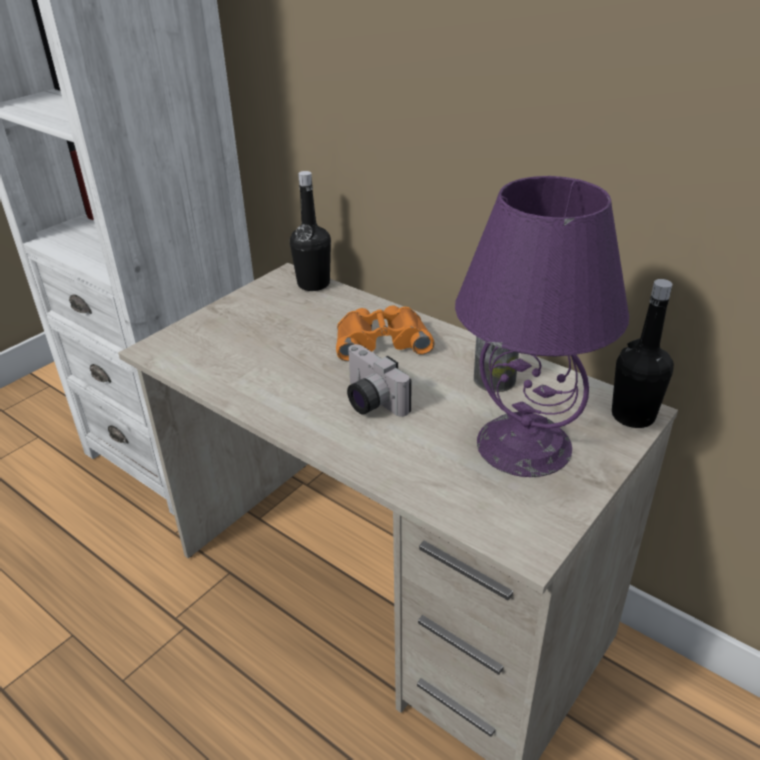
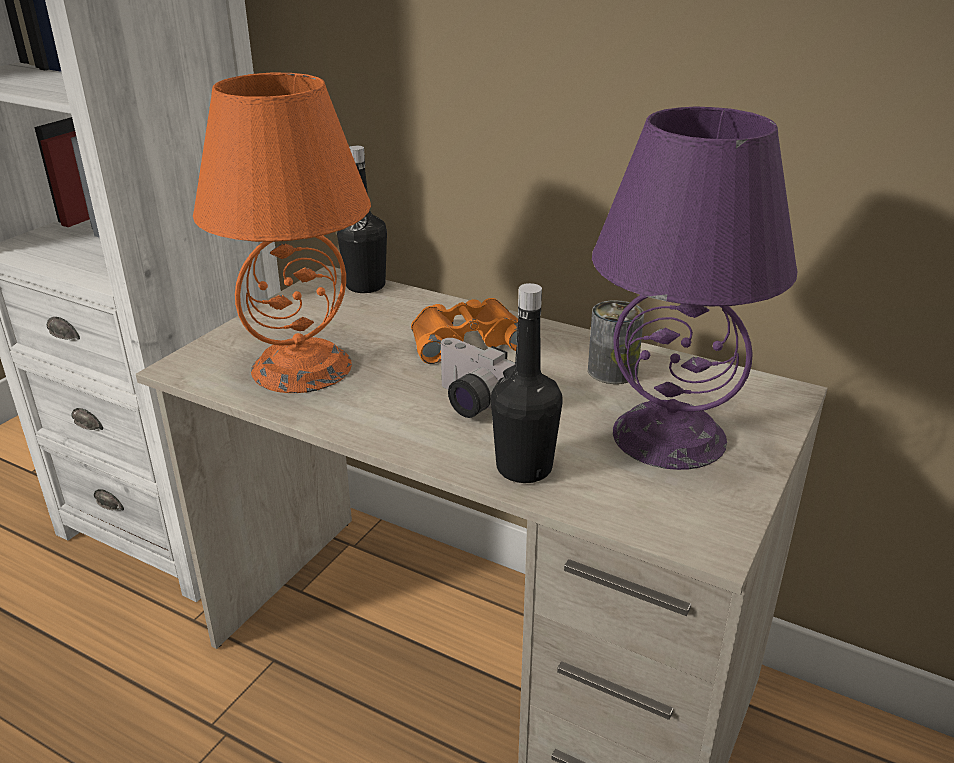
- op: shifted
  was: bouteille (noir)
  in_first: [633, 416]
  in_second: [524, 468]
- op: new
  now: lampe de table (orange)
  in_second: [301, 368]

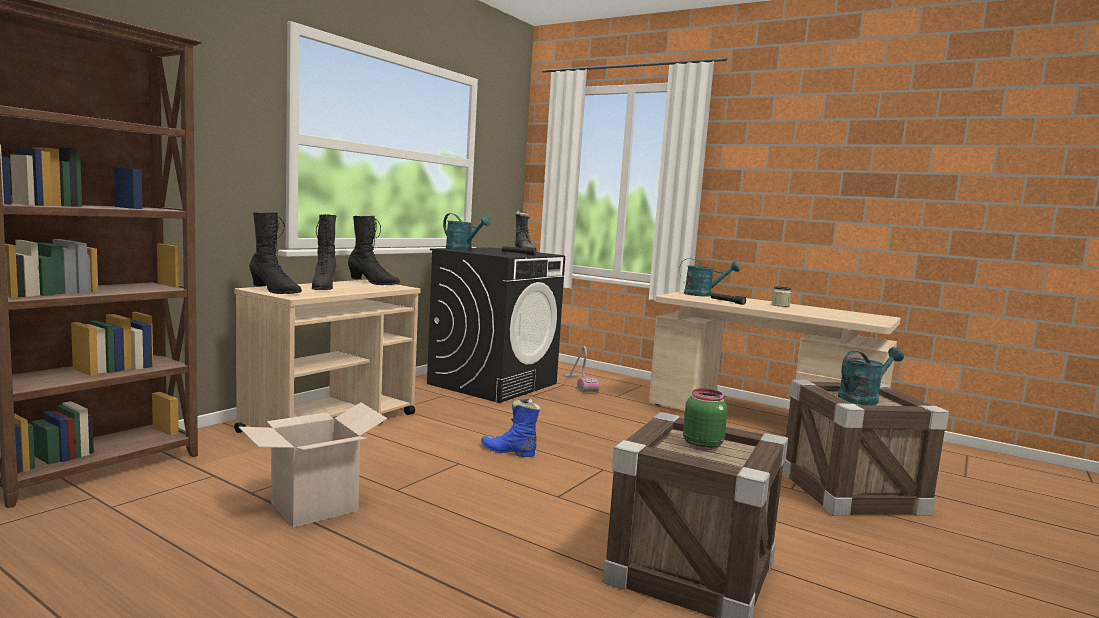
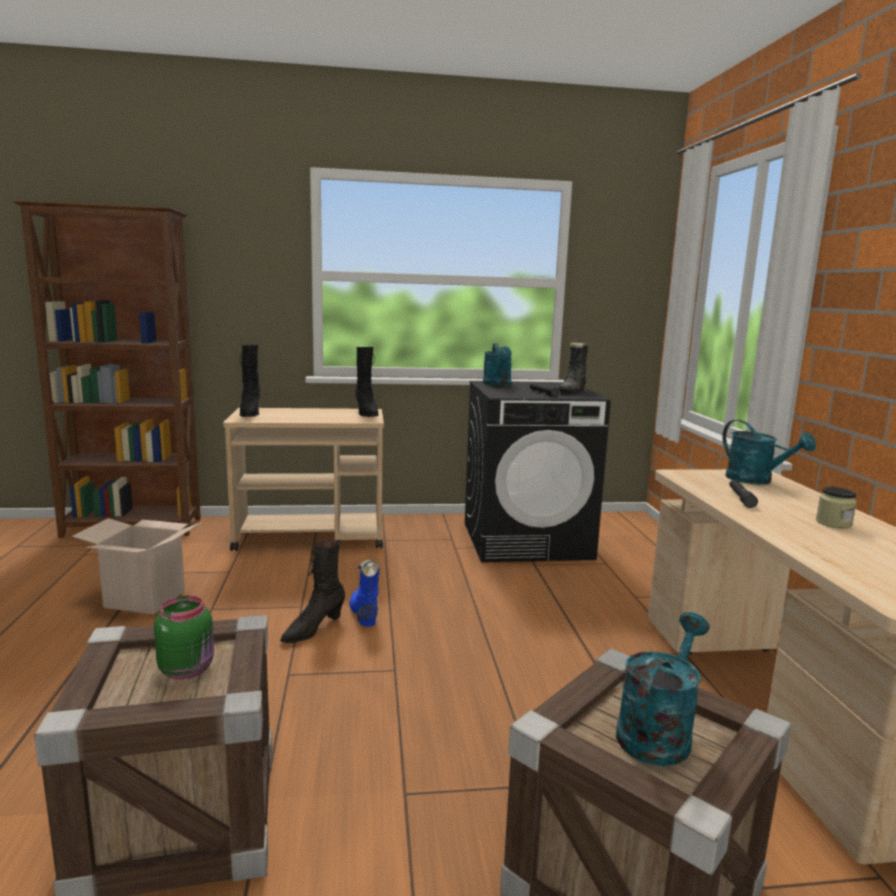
- op: shifted
  was: botte (noir)
  in_first: [323, 287]
  in_second: [313, 629]
- op: gone
  was: aspirateur
  in_first: [579, 384]
- op: rotated
  was: arrosoir (turquoise)
  in_first: [863, 399]
  in_second: [658, 731]
  clockwise: -75

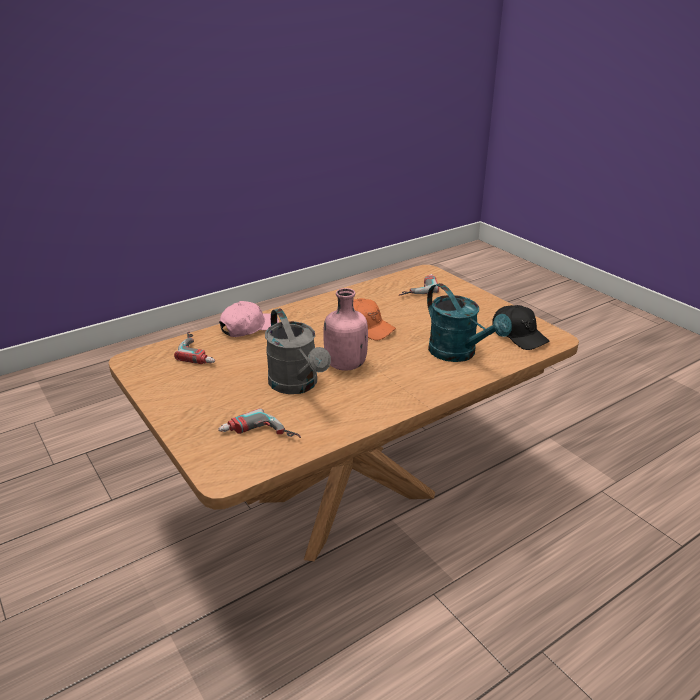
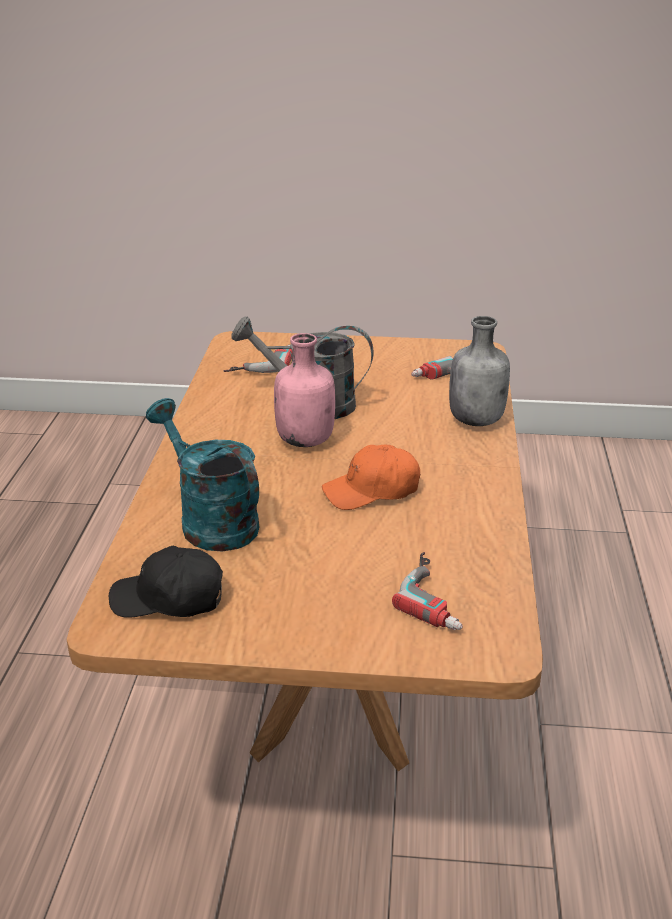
- op: rotated
  was: arrosoir (turquoise)
  in_first: [459, 354]
  in_second: [210, 521]
  clockwise: 45
- op: swapped
  was: casquette (rose)
  now: bouteille (gris)
  in_first: [249, 327]
  in_second: [477, 420]

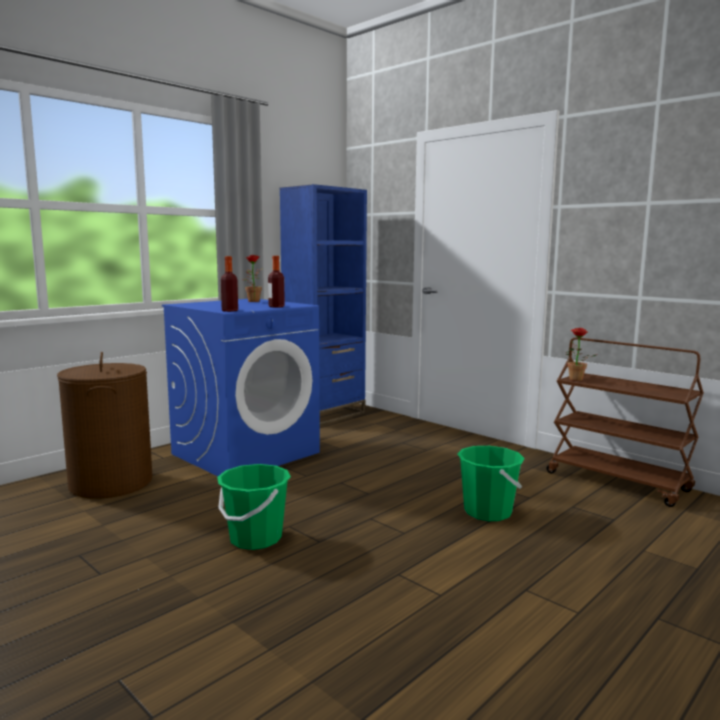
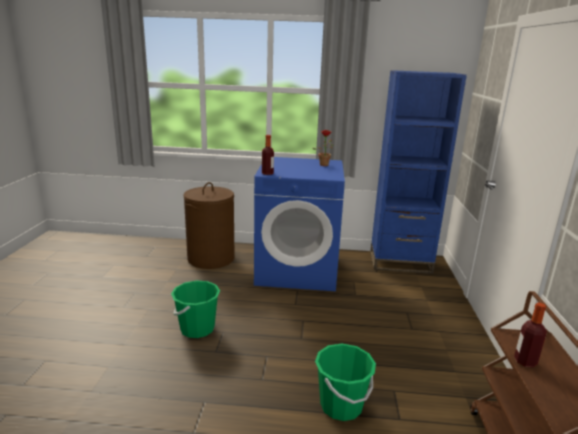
- op: shifted
  was: bouteille
  in_first: [276, 306]
  in_second: [525, 361]
- op: gone
  was: plante en pot
  in_first: [575, 380]

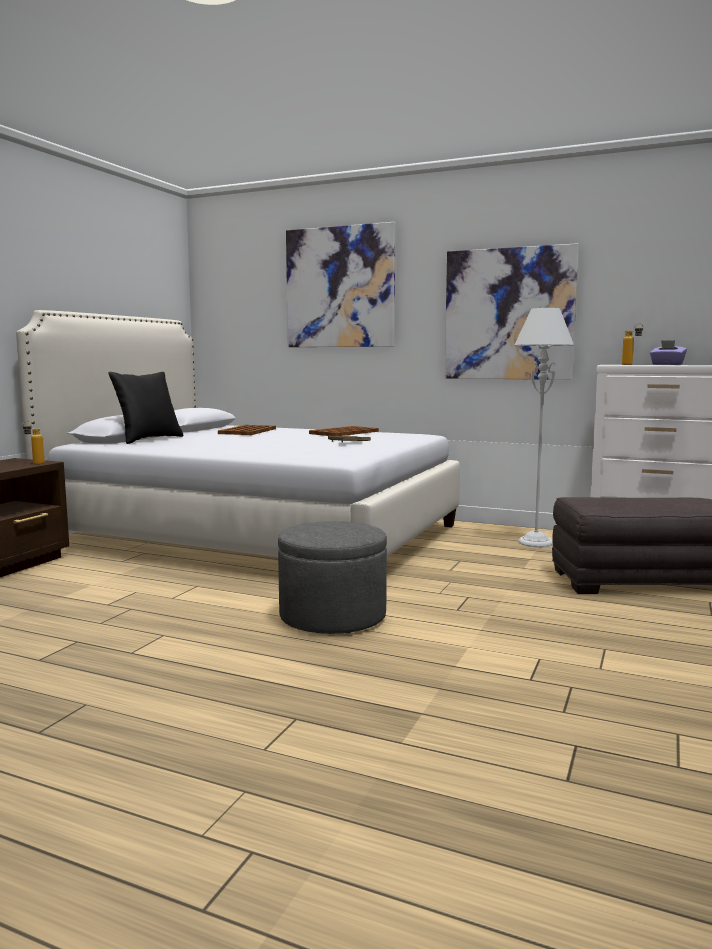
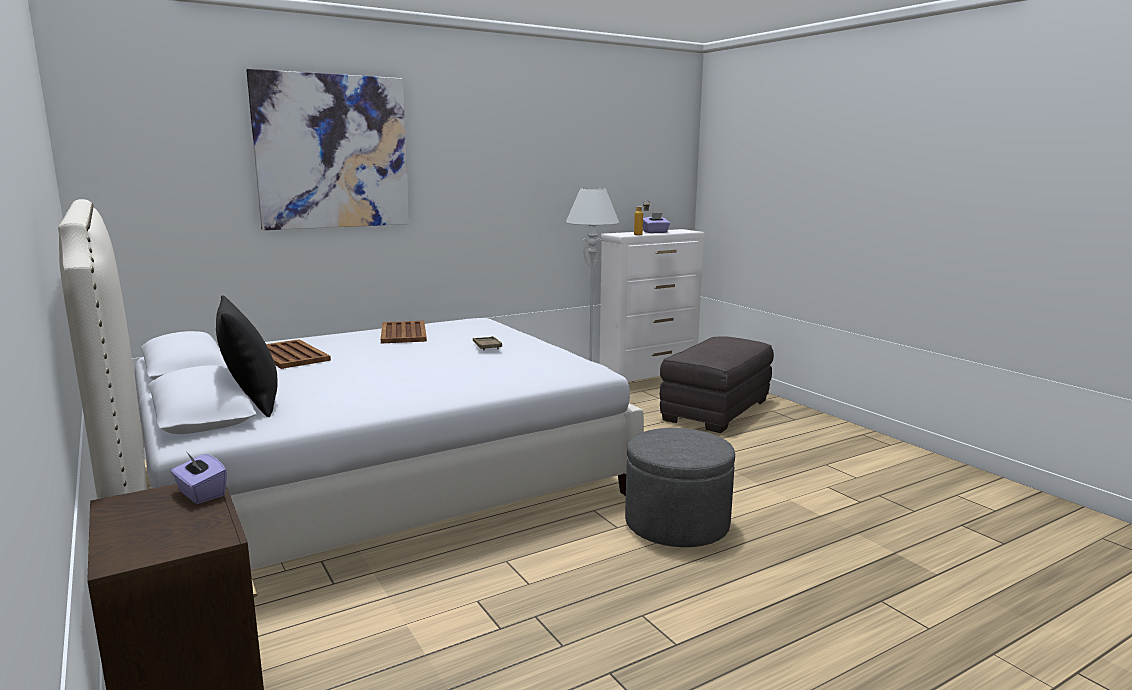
- op: gone
  was: tableau
  in_first: [509, 314]
- op: swapped
  was: bouteille
  now: boîte à mouchoirs (violet)
  in_first: [34, 463]
  in_second: [201, 494]

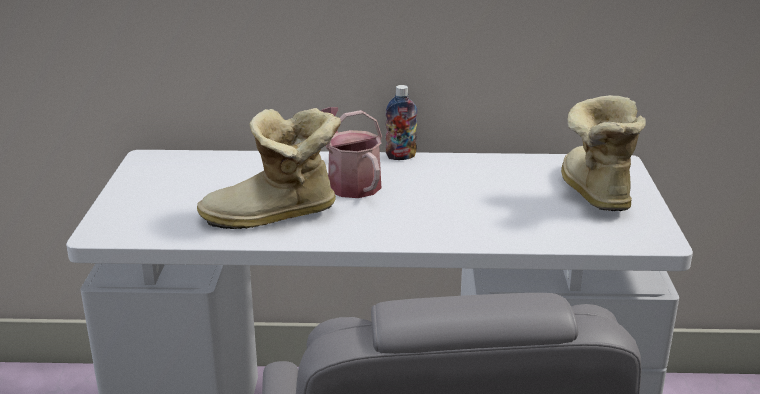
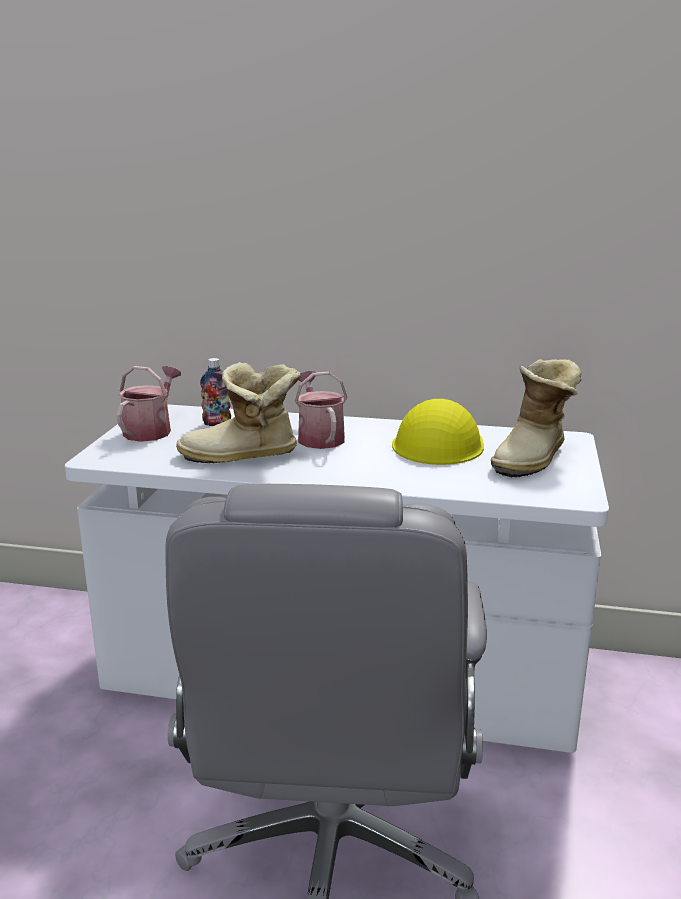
- op: shifted
  was: bouteille
  in_first: [401, 156]
  in_second: [217, 423]
- op: rotated
  was: botte
  in_first: [592, 193]
  in_second: [534, 458]
  clockwise: -150
- op: new
  now: arrosoir
  in_second: [151, 430]
- op: new
  now: casque de chantier (jaune)
  in_second: [438, 444]

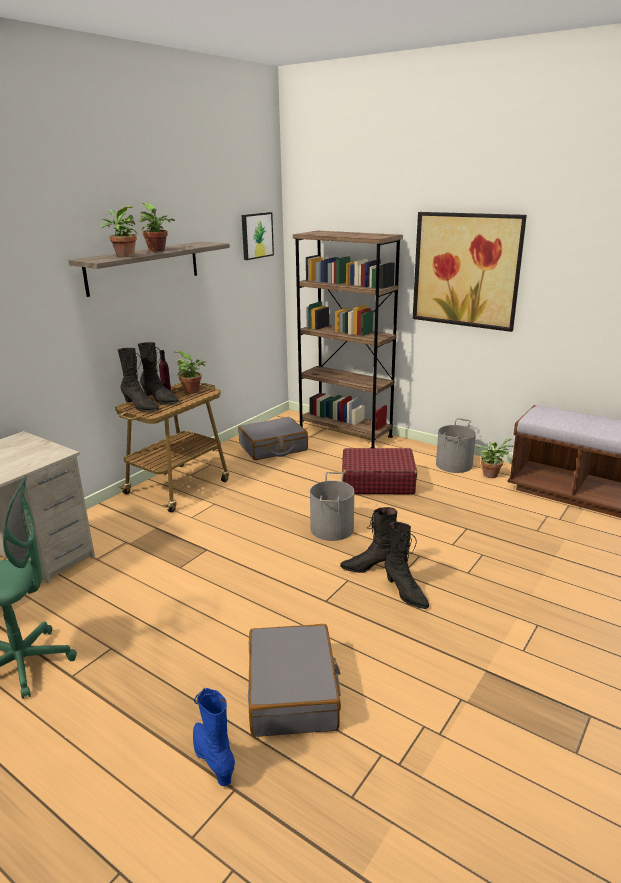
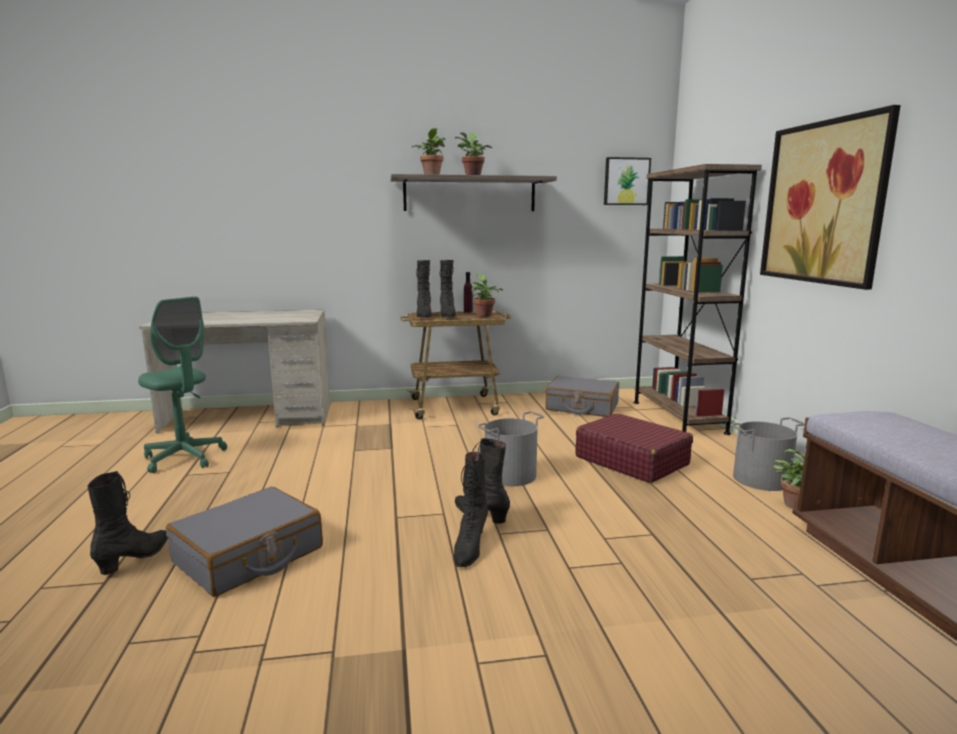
- op: repainted
  was: botte (bleu)
  now: botte (noir)
  in_first: [213, 759]
  in_second: [135, 558]

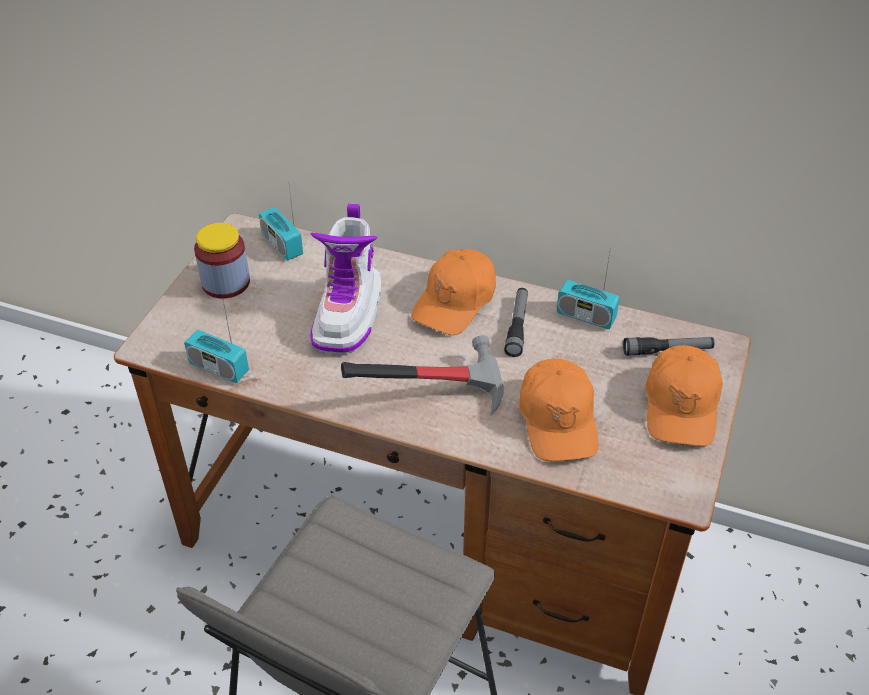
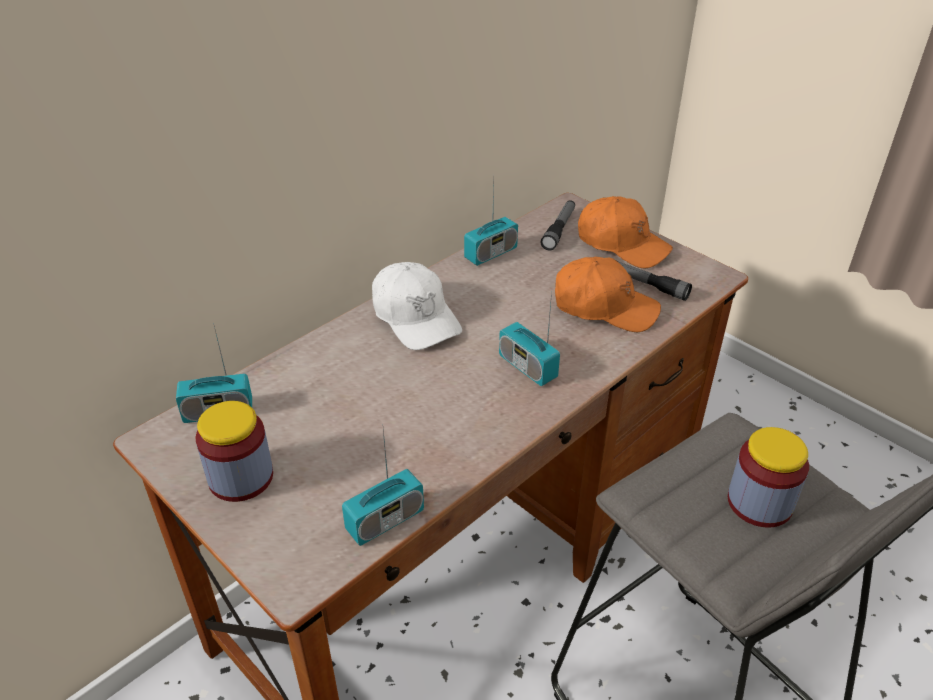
- op: gone
  was: botte
  in_first: [349, 315]
- op: repainted
  was: casquette (orange)
  now: casquette (blanc)
  in_first: [455, 301]
  in_second: [415, 317]
- op: shifted
  was: lampe de poche
  in_first: [517, 326]
  in_second: [647, 285]
- op: swapped
  was: marteau
  now: radio
  in_first: [433, 392]
  in_second: [527, 367]
- op: new
  now: bocal
  in_second: [759, 503]

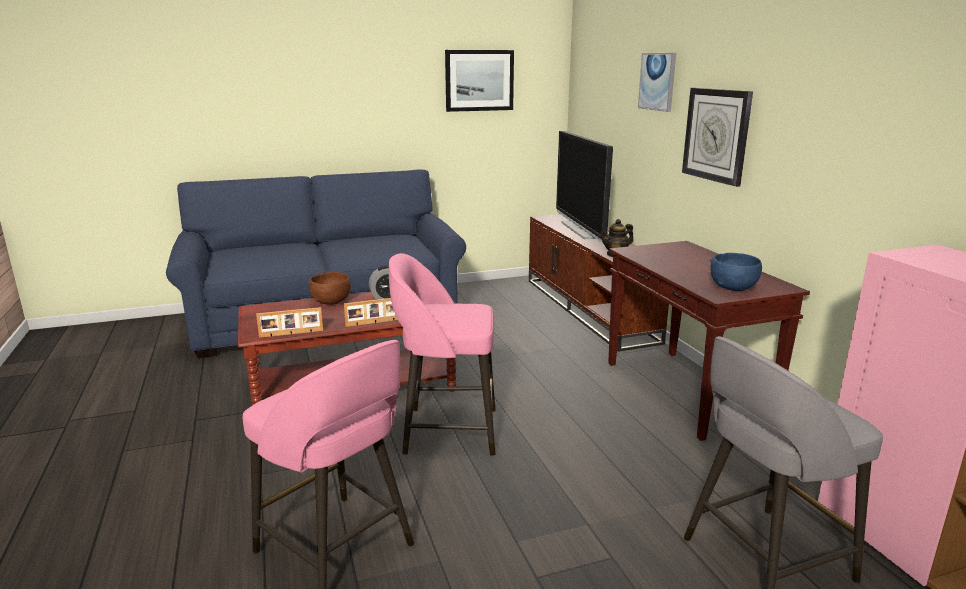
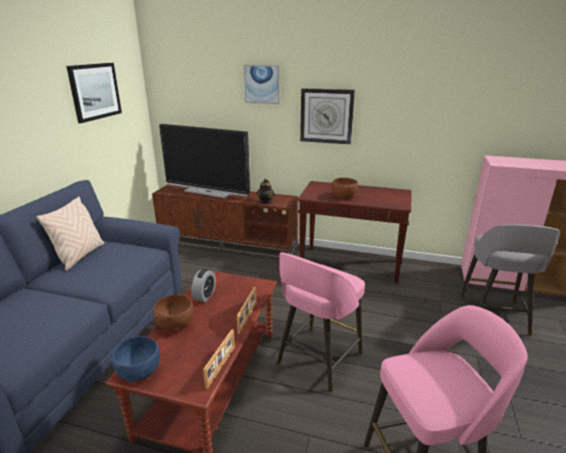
- op: shifted
  was: bol (bleu)
  in_first: [733, 287]
  in_second: [139, 371]
- op: new
  now: bol (marron)
  in_second: [343, 196]
- op: new
  now: coussin (beige)
  in_second: [80, 256]

